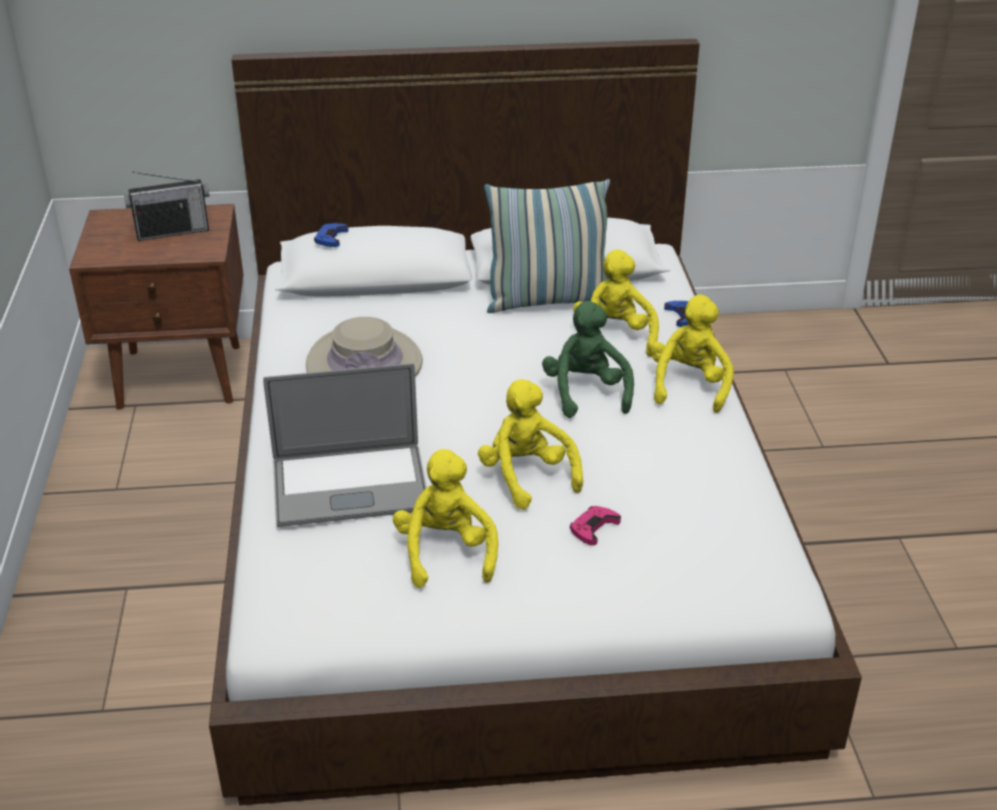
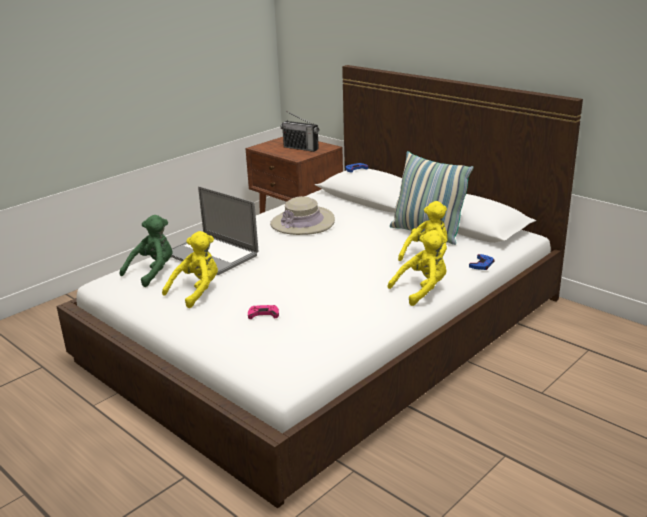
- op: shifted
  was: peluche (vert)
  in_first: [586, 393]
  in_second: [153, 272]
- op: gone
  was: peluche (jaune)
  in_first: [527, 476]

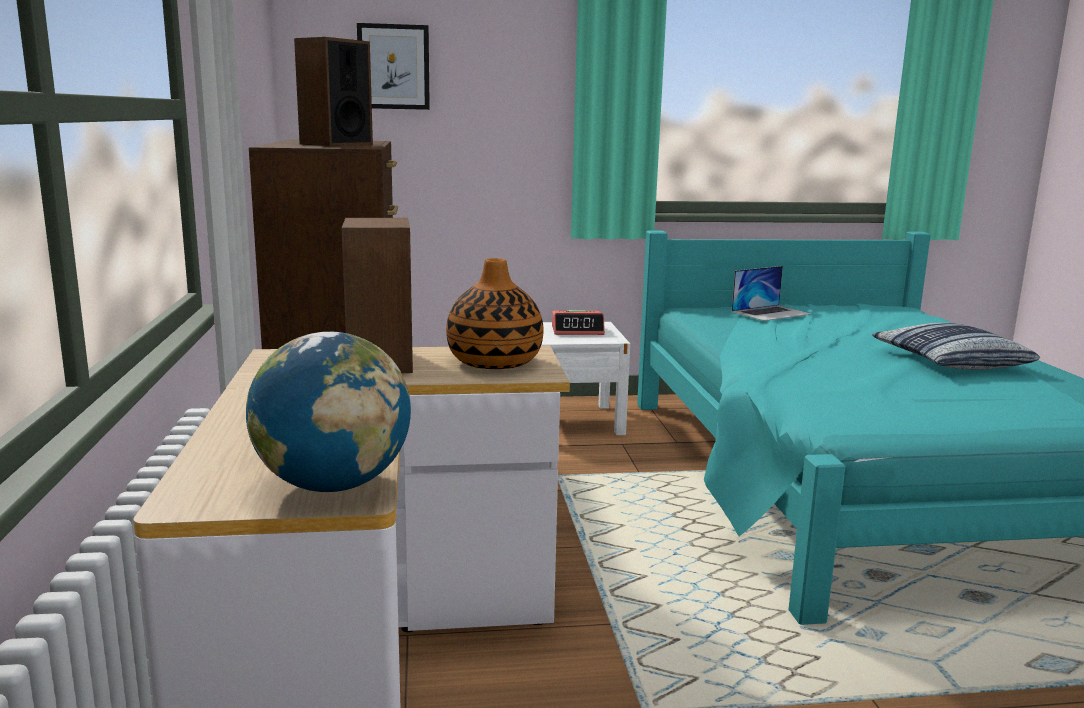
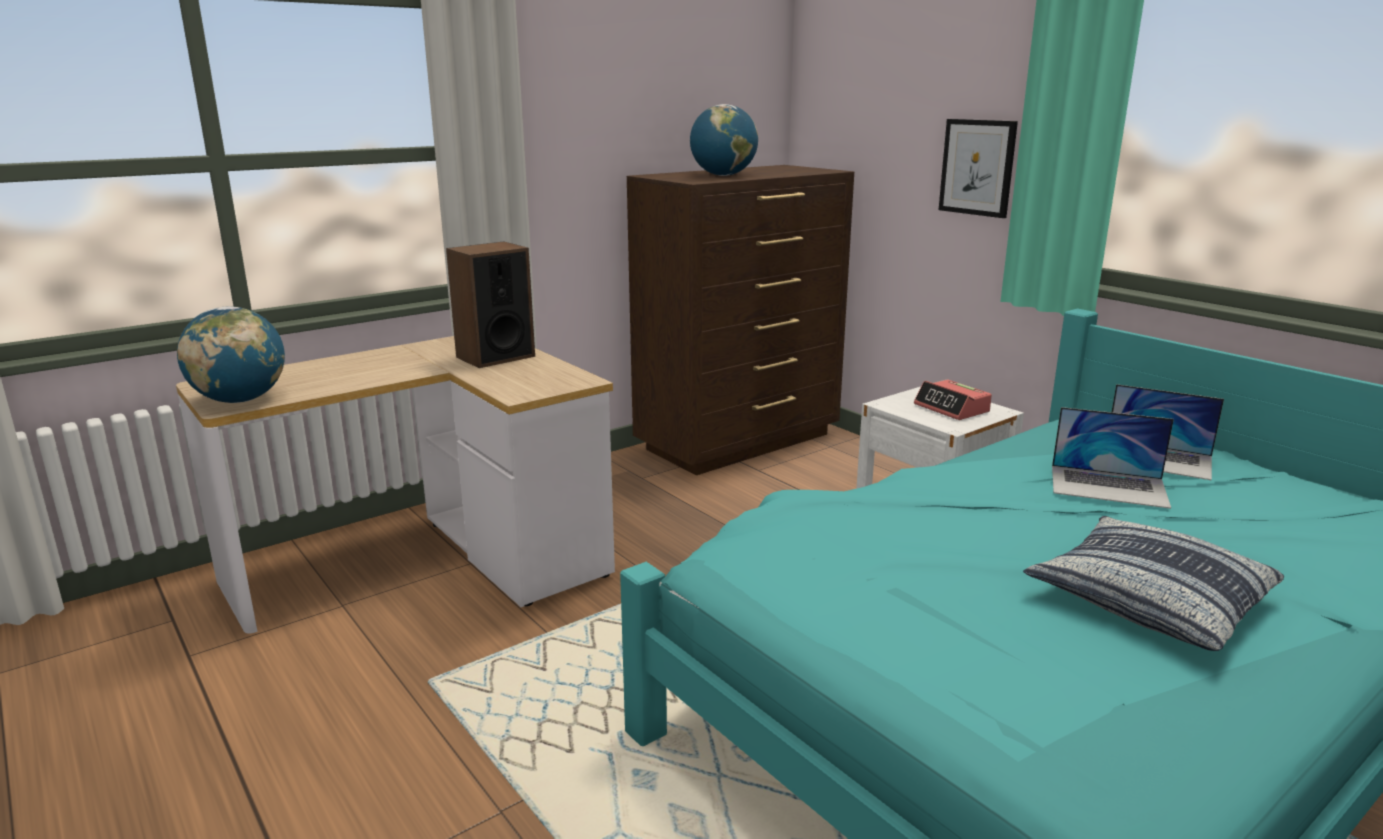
- op: shifted
  was: tableau
  in_first: [393, 67]
  in_second: [977, 167]
- op: swapped
  was: enceinte
  now: globe
  in_first: [336, 144]
  in_second: [723, 175]
- op: gone
  was: vase
  in_first: [494, 362]
- op: new
  now: ordinateur portable
  in_second: [1108, 486]

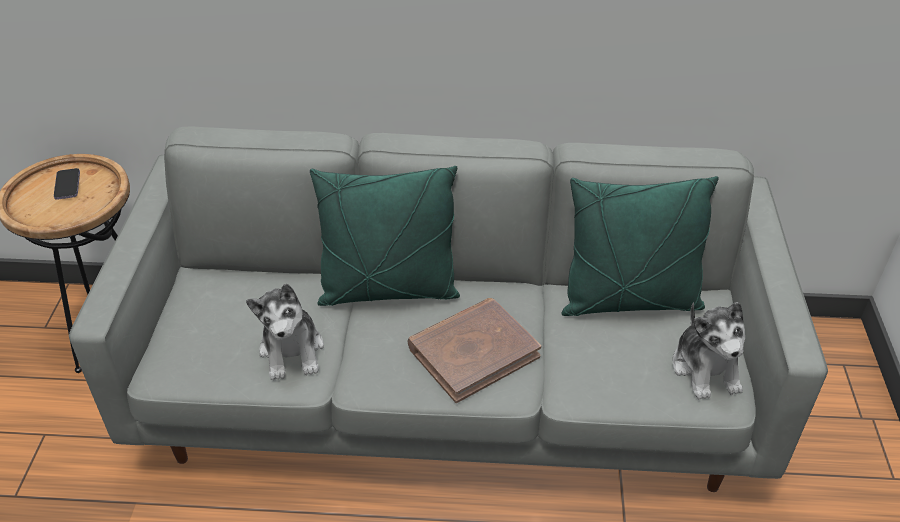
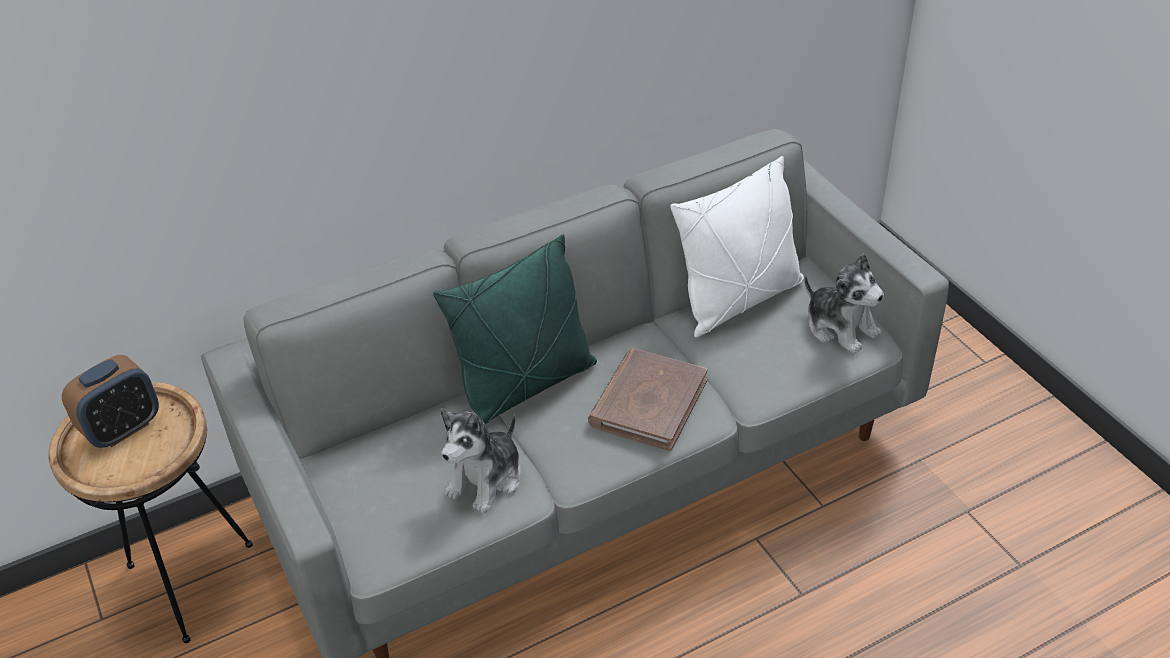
- op: swapped
  was: téléphone
  now: réveil
  in_first: [67, 185]
  in_second: [123, 428]
- op: repainted
  was: coussin (vert)
  now: coussin (blanc)
  in_first: [629, 301]
  in_second: [739, 300]
- op: rotated
  was: peluche
  in_first: [292, 350]
  in_second: [486, 479]
  clockwise: 75

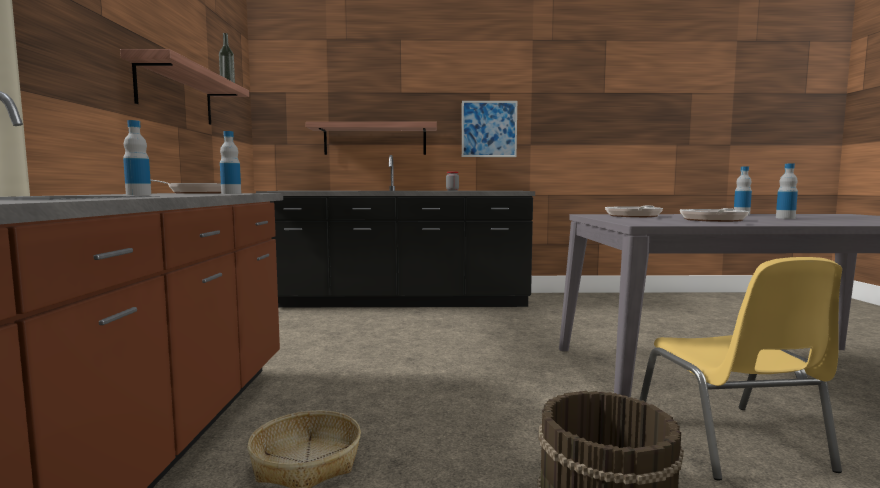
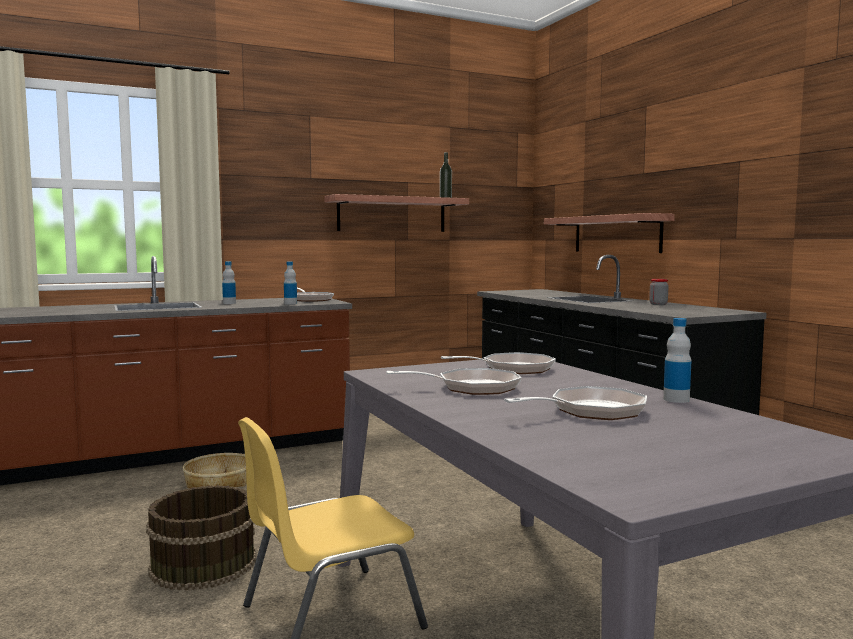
- op: gone
  was: tableau
  in_first: [489, 129]
- op: swapped
  was: bouteille
  now: poêle
  in_first: [785, 218]
  in_second: [591, 411]

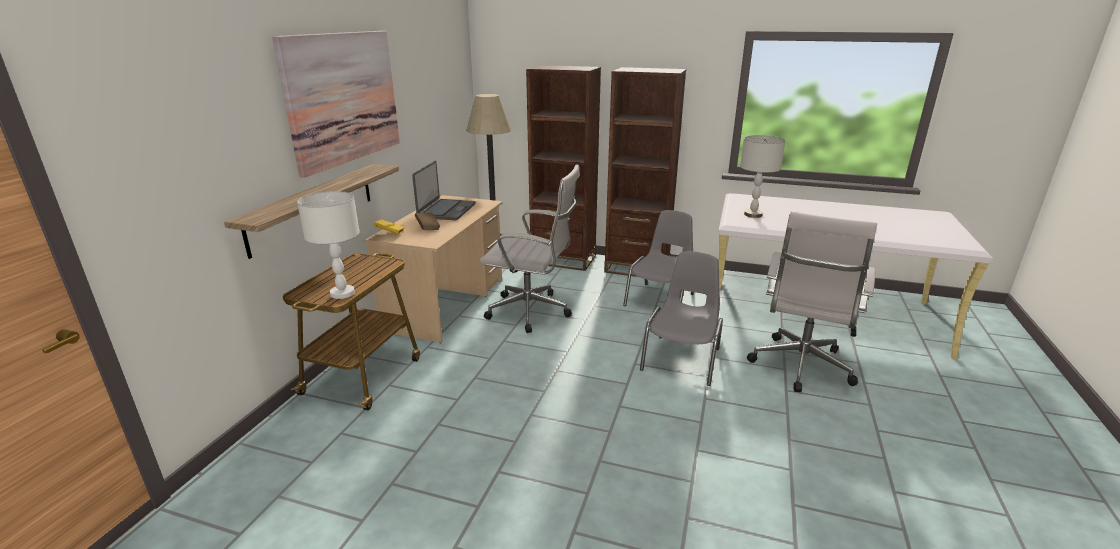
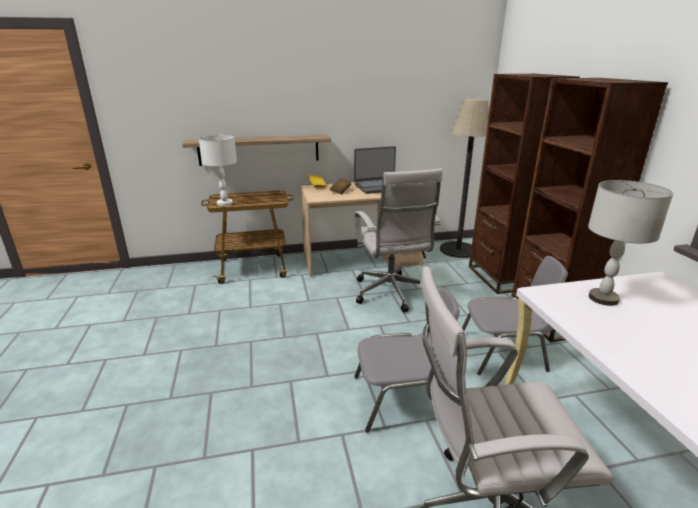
- op: gone
  was: tableau
  in_first: [343, 98]

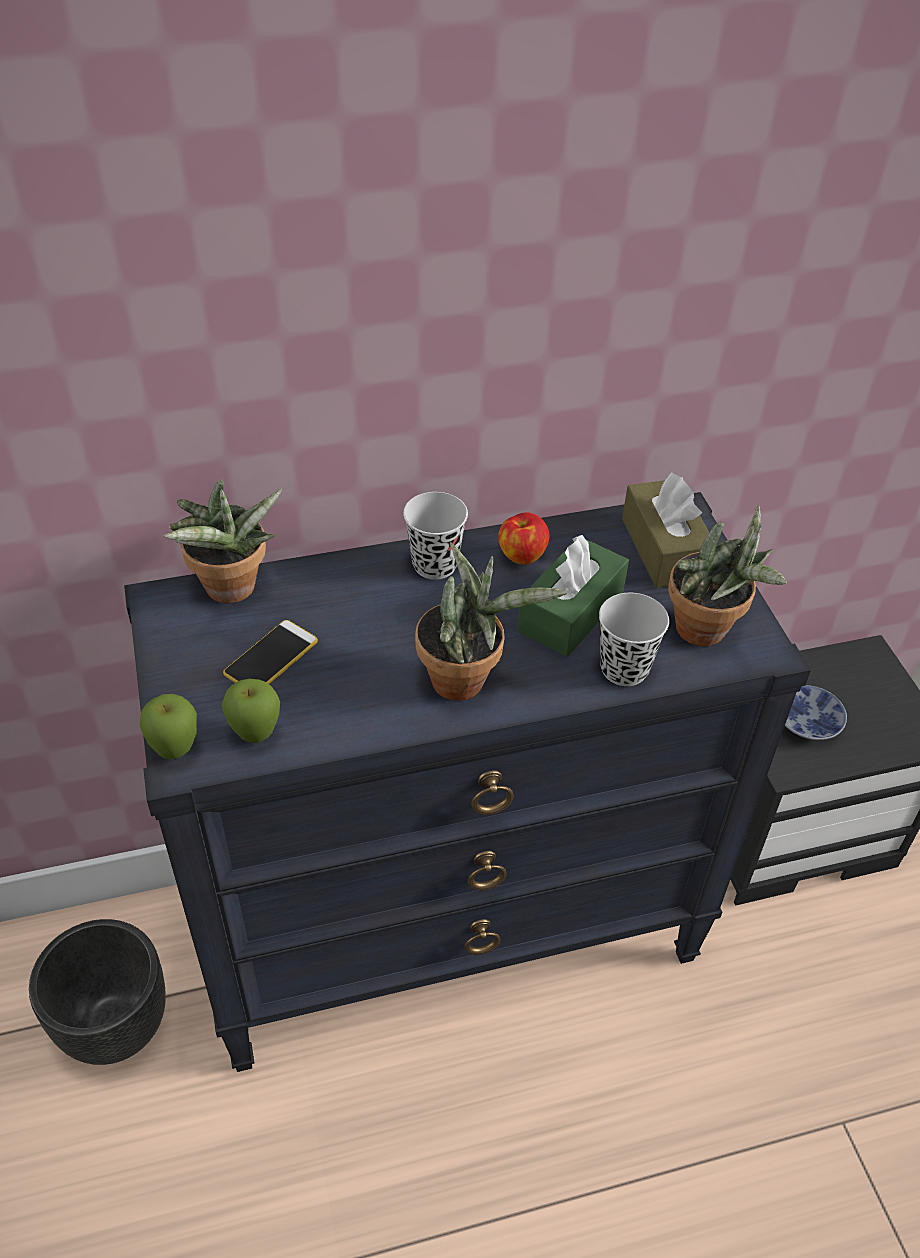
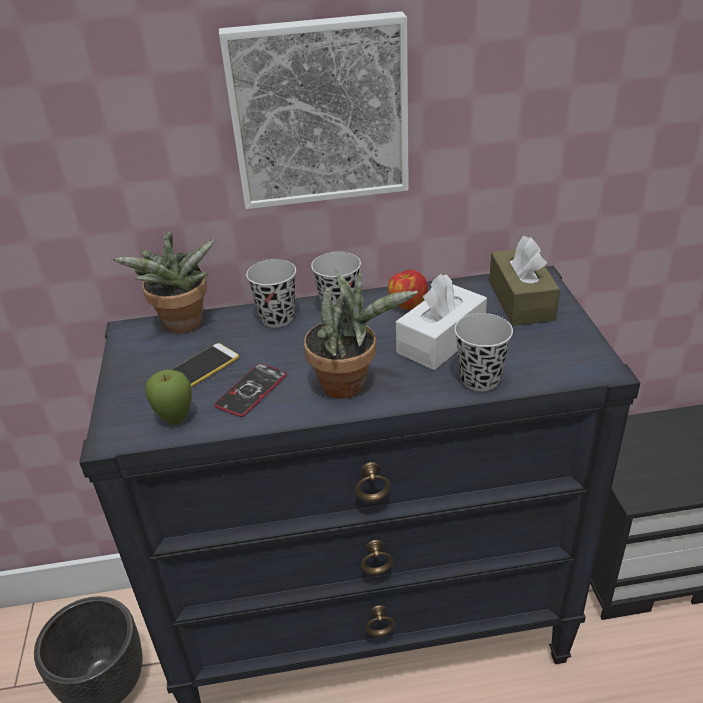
- op: gone
  was: plante en pot
  in_first: [708, 632]
- op: repainted
  was: boîte à mouchoirs (vert)
  now: boîte à mouchoirs (blanc)
  in_first: [571, 612]
  in_second: [441, 340]
- op: gone
  was: bol
  in_first: [805, 723]
- op: gone
  was: pomme
  in_first: [176, 752]
- op: new
  now: tableau
  in_second: [318, 111]
- op: new
  now: tasse (noir)
  in_second: [277, 318]
- op: new
  now: téléphone
  in_second: [251, 390]

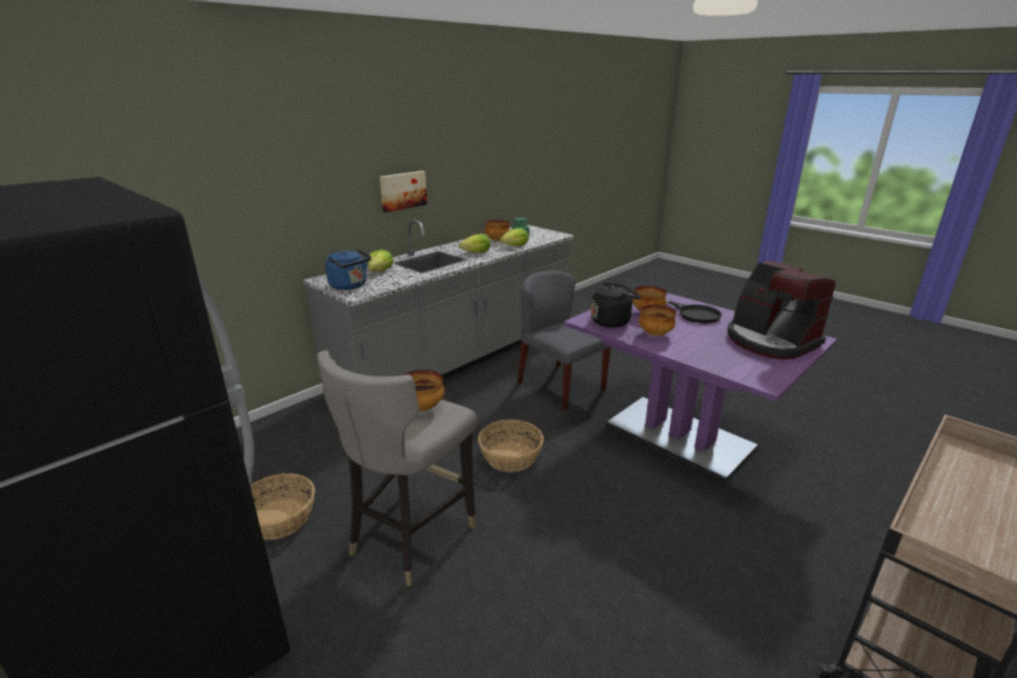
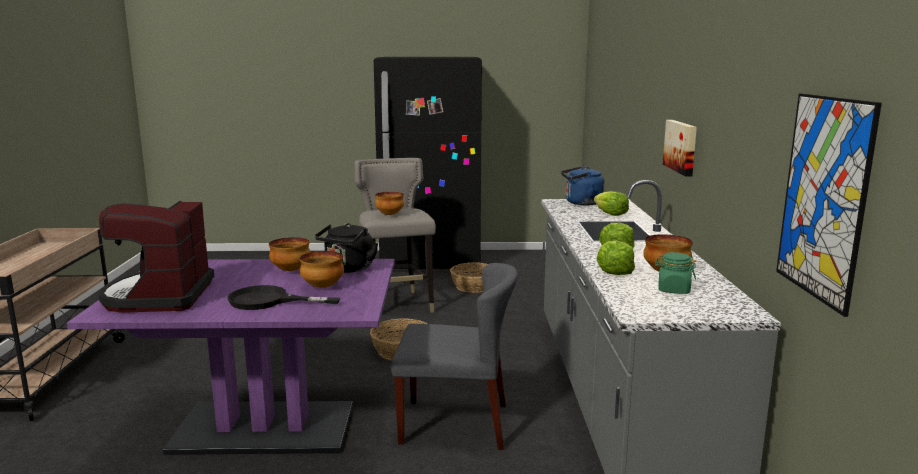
- op: rotated
  was: machine à café
  in_first: [770, 341]
  in_second: [159, 296]
  clockwise: -105
- op: new
  now: tableau
  in_second: [823, 198]

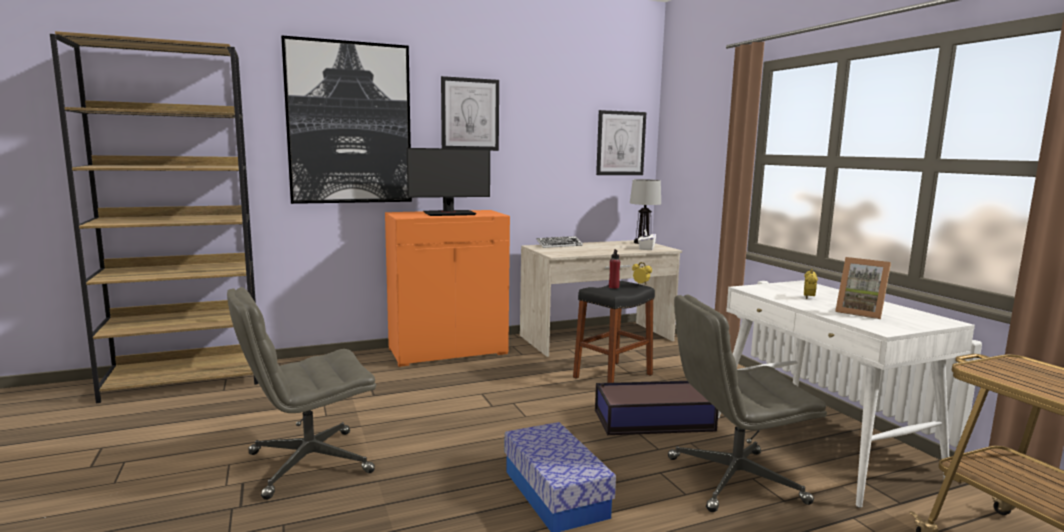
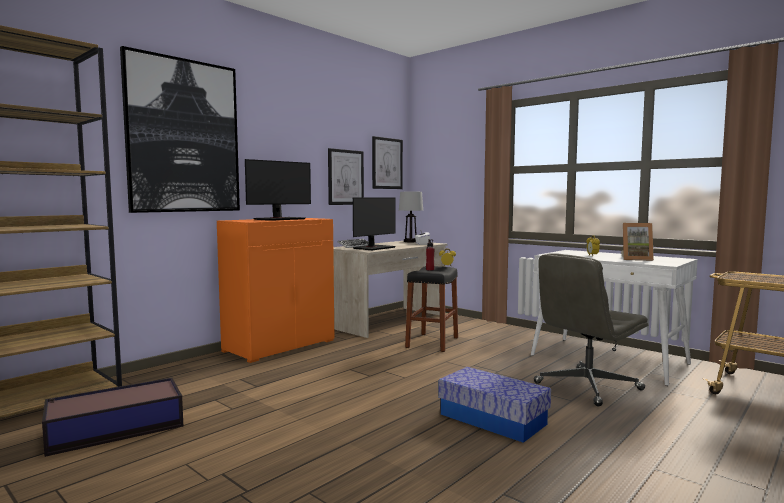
- op: shifted
  was: tableau
  in_first: [470, 114]
  in_second: [345, 177]
- op: gone
  was: chaise de bureau (gris)
  in_first: [308, 464]
- op: shifted
  was: boîte de rangement
  in_first: [651, 420]
  in_second: [114, 428]
- op: new
  now: écran d'ordinateur
  in_second: [373, 248]

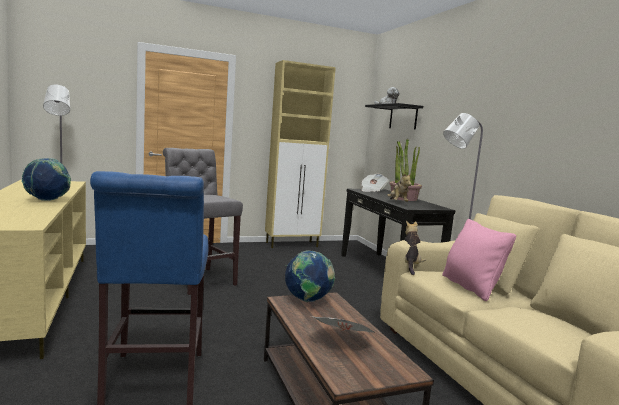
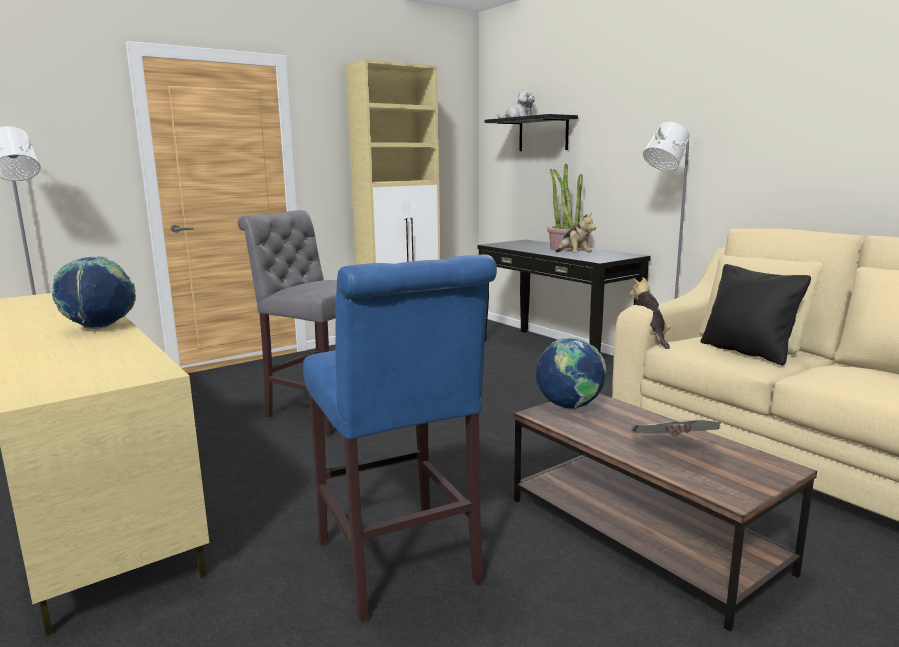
- op: gone
  was: journal
  in_first: [372, 190]
- op: repainted
  was: coussin (rose)
  now: coussin (noir)
  in_first: [470, 287]
  in_second: [747, 352]

